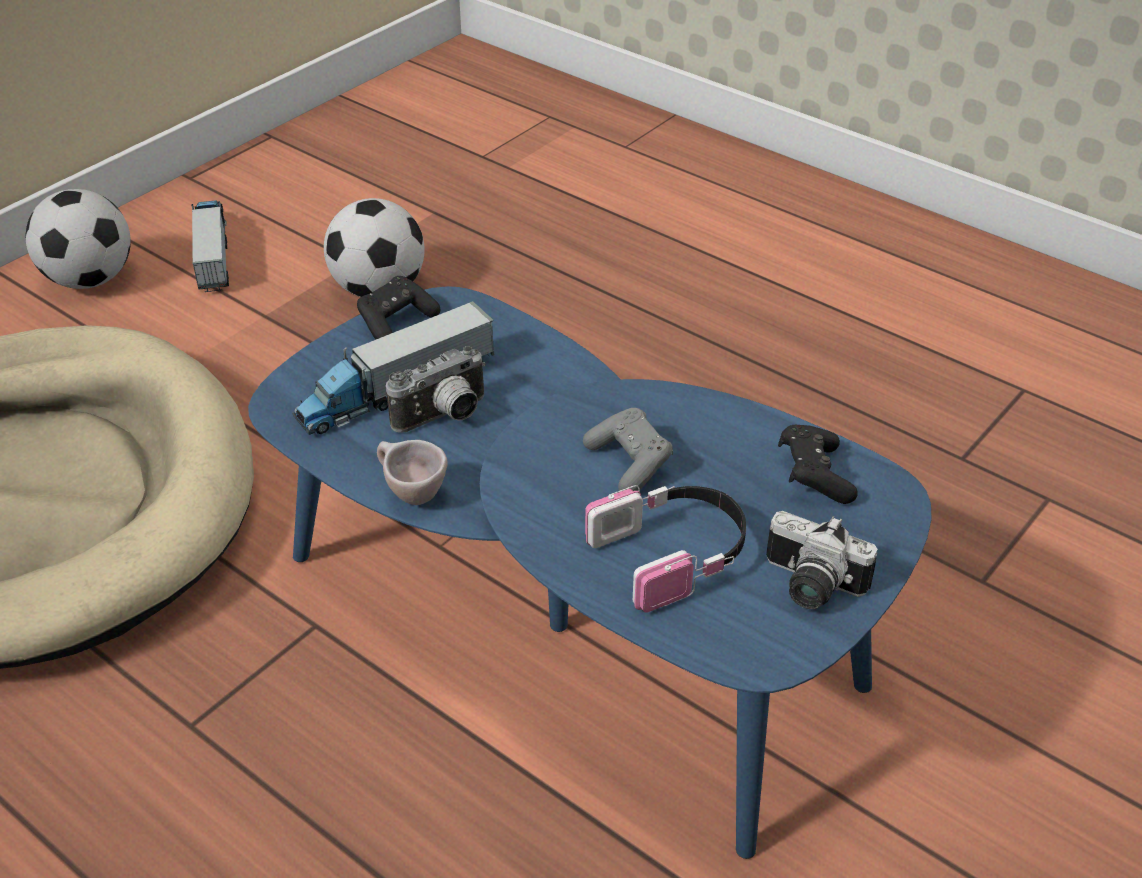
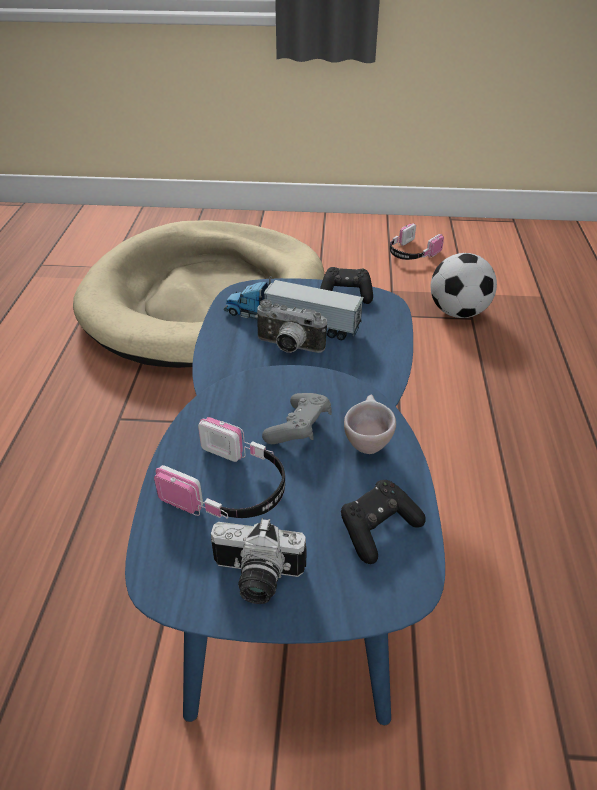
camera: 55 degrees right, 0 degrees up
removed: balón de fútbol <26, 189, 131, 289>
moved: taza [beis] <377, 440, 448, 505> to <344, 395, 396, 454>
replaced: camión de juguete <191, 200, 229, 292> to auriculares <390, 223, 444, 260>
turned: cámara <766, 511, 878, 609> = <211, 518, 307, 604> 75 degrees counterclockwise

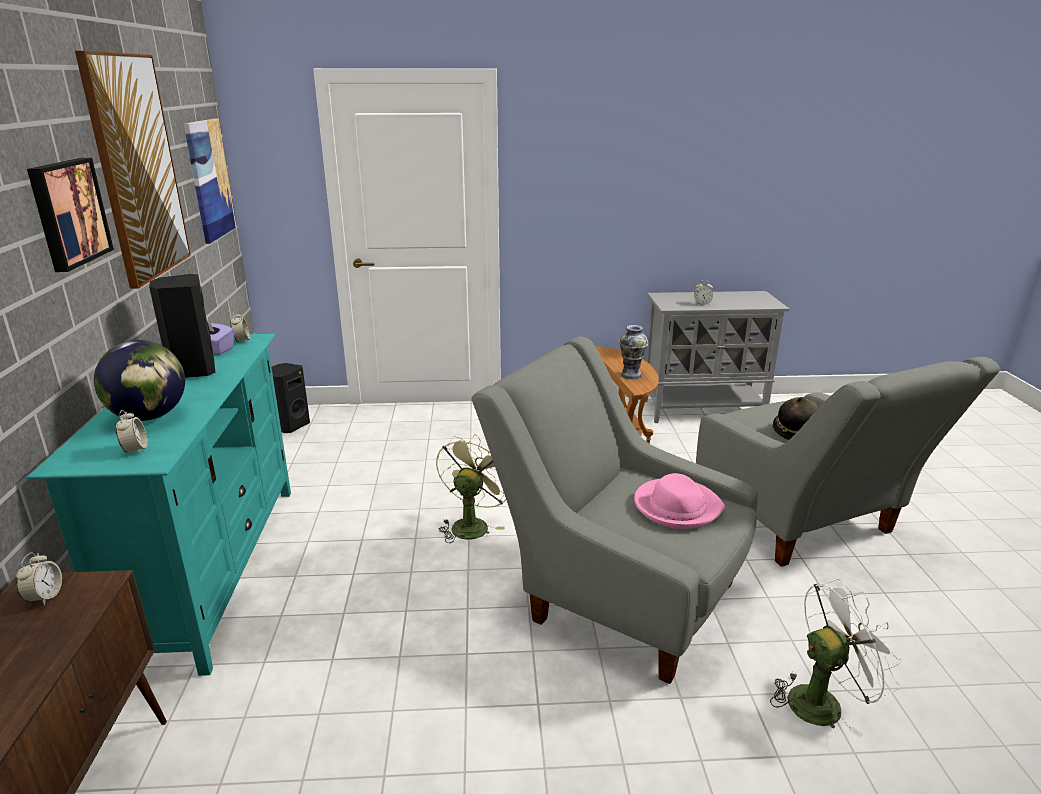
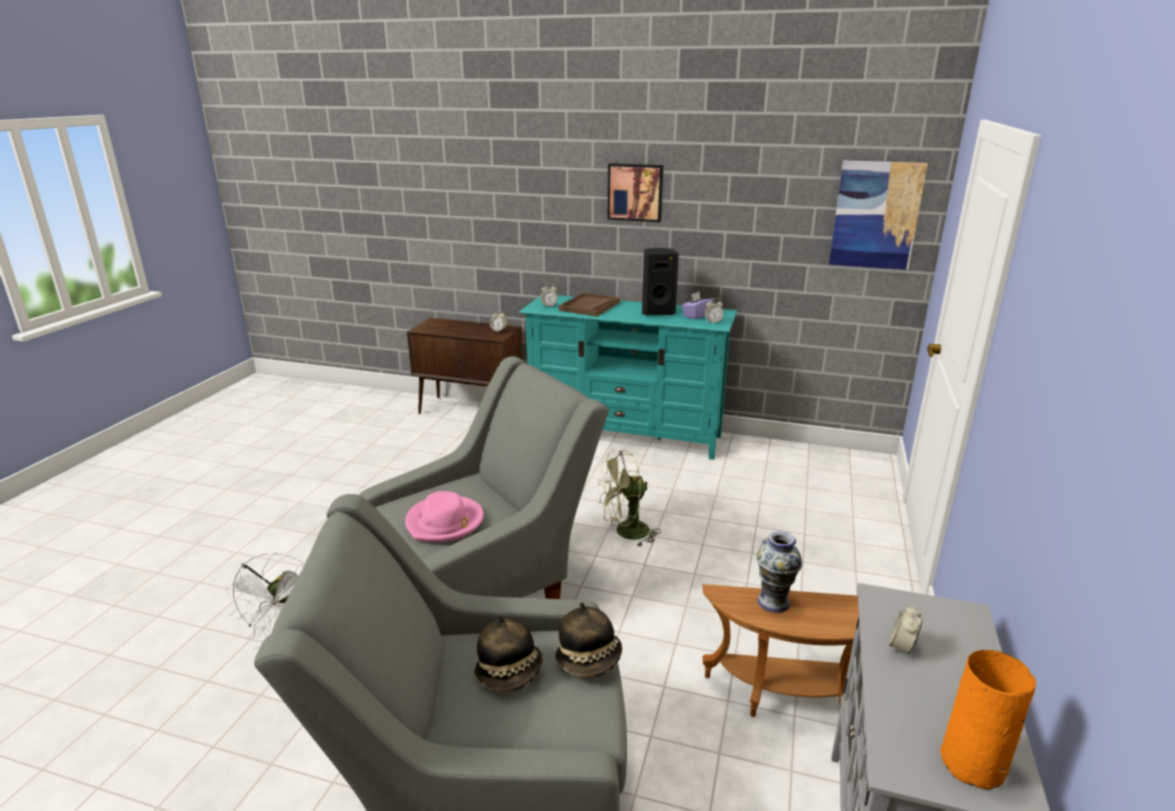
camera: 110 degrees right, 0 degrees up
removed: cuadro <75, 51, 191, 289>; altavoz [negro] <272, 363, 310, 433>
added: sombrero <555, 602, 622, 677>; florero [naranja] <940, 650, 1036, 790>
replaced: globo terráqueo <94, 340, 185, 421> to bandeja [marrón] <558, 293, 620, 317>
turned: ventilador [verde] <436, 434, 506, 543> = <598, 450, 661, 546> 120 degrees clockwise

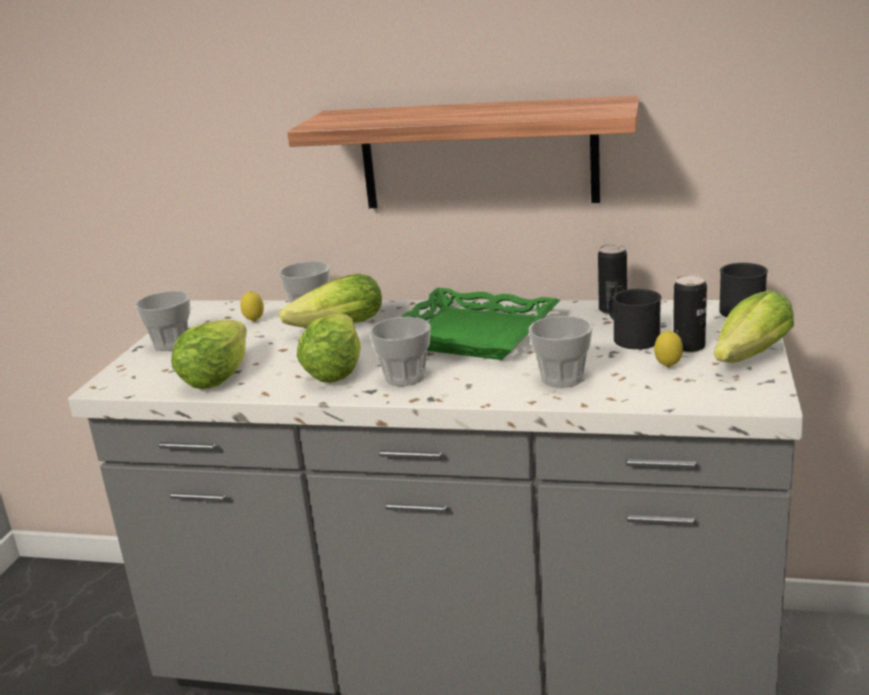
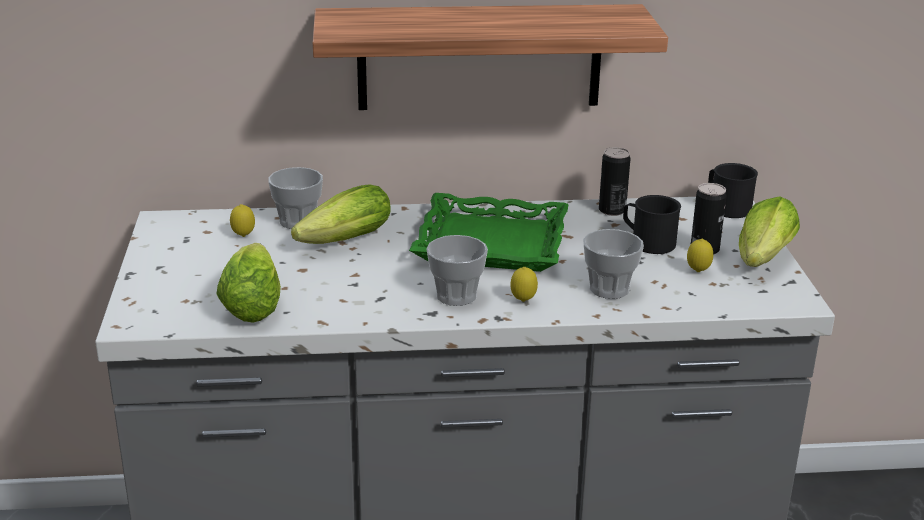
camera: 20 degrees left, 5 degrees up
removed: taza <135, 291, 191, 351>; lechuga <297, 313, 361, 383>
added: limón <510, 267, 538, 302>

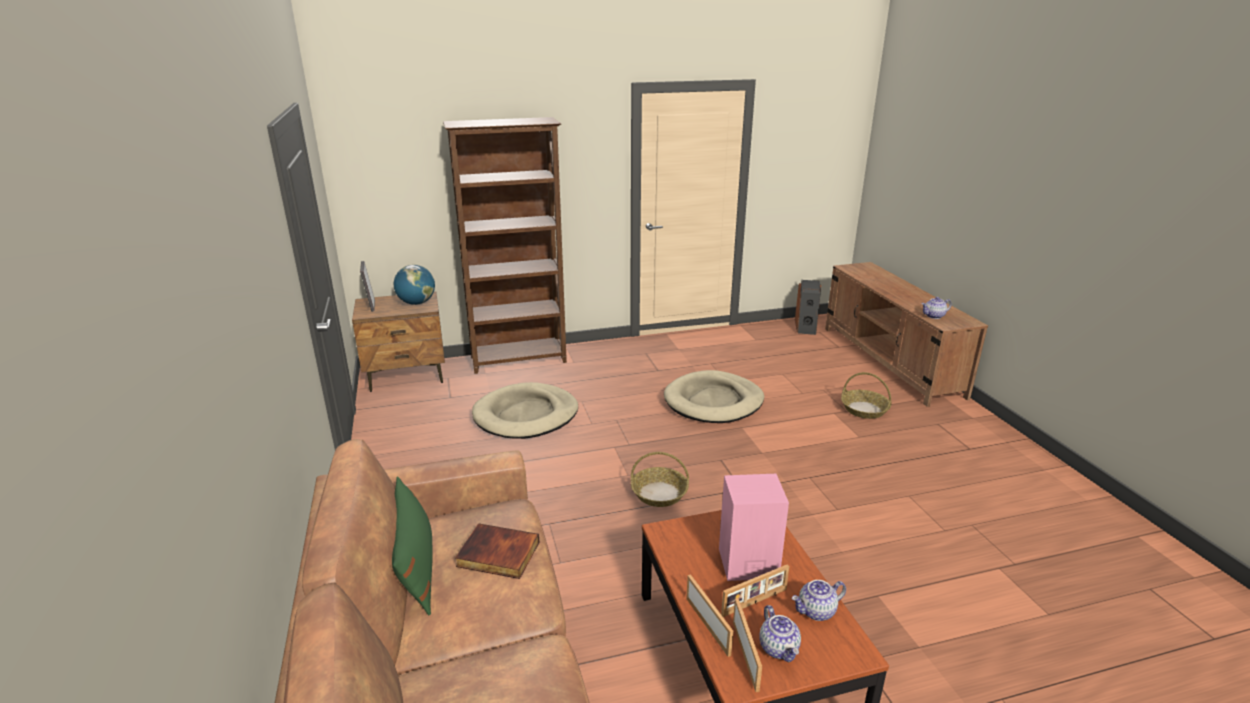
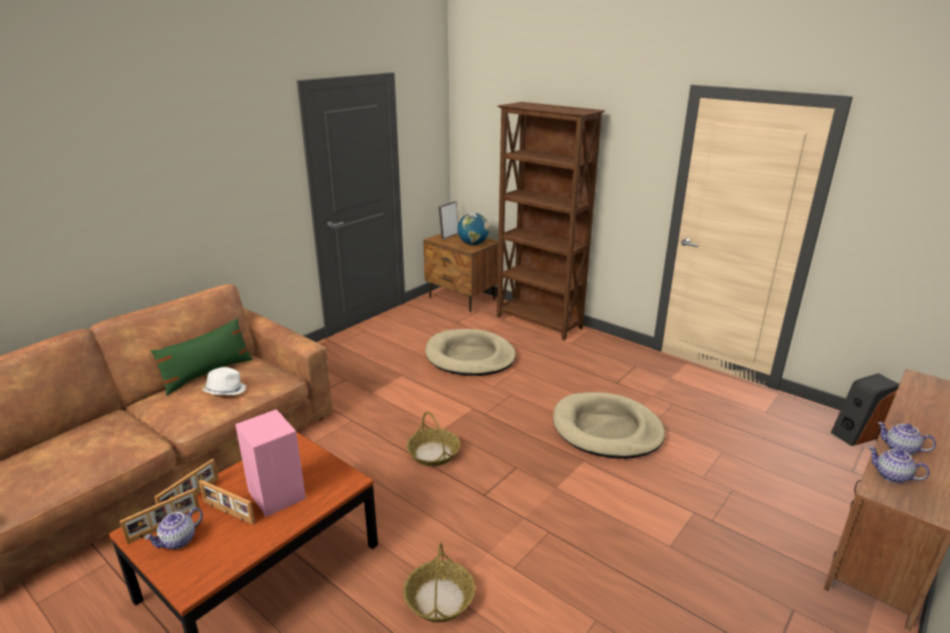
camera: 55 degrees right, 0 degrees up
moved: cesta <841, 372, 892, 419> to <403, 543, 475, 622>; tetera <792, 580, 846, 621> to <878, 422, 936, 455>
replaced: libro <455, 523, 539, 579> to sombrero [blanco] <202, 367, 246, 395>

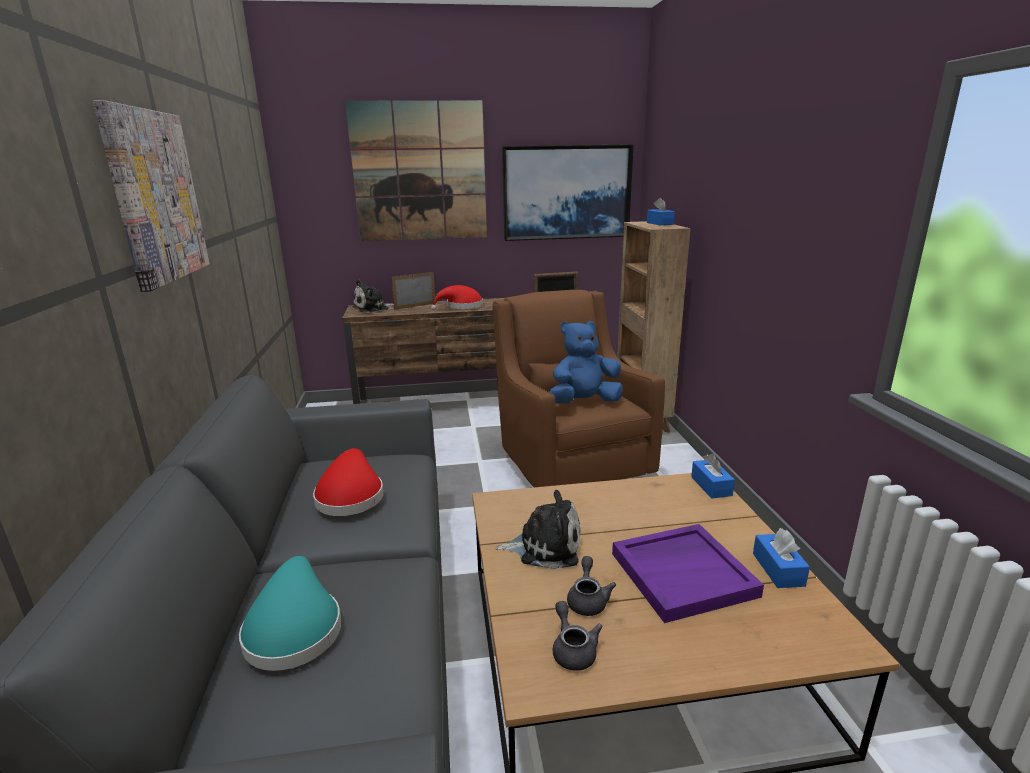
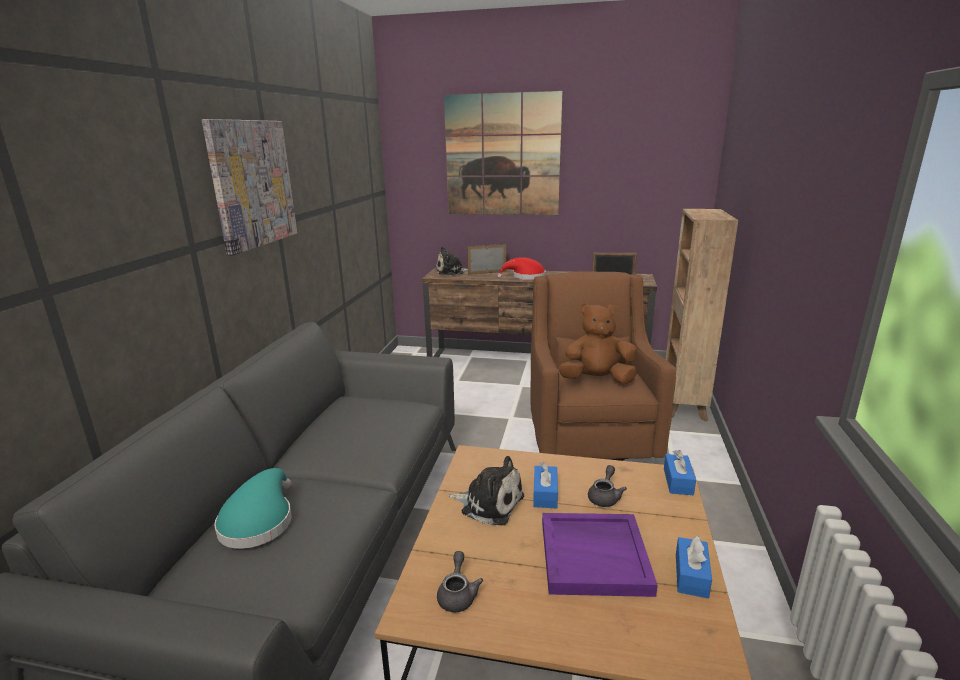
camera: 20 degrees right, 0 degrees up
removed: sombrero [rojo] <313, 448, 384, 516>; cuadro <502, 144, 634, 241>
moved: caja de pañuelos [azul] <647, 198, 675, 225> to <533, 462, 558, 509>; tetera [gris] <567, 556, 616, 616> to <588, 465, 627, 507>
recoloured: peluche [azul] <550, 321, 623, 404> to peluche [marrón] <558, 303, 637, 384>

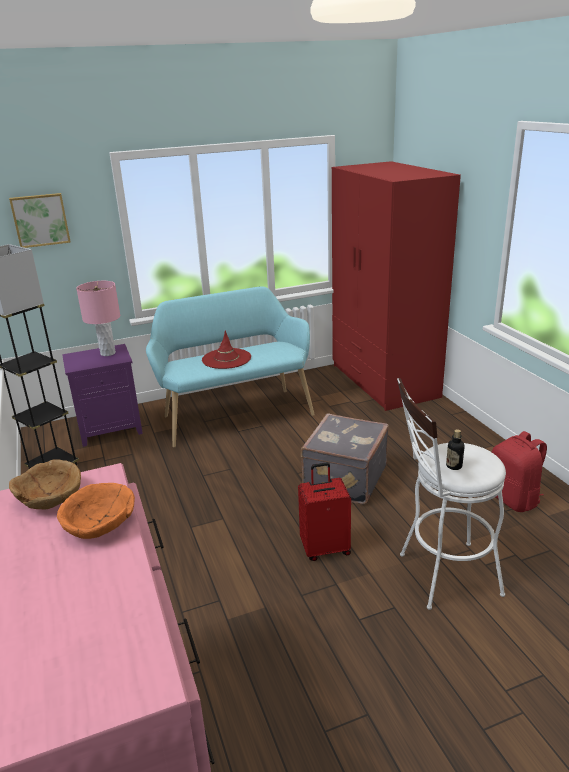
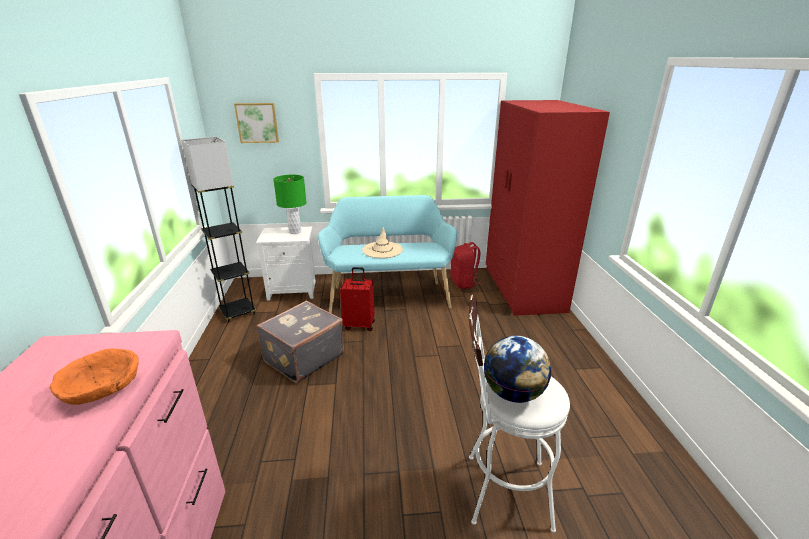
camera: 15 degrees right, 0 degrees up
removed: cuenco [marrón] <9, 459, 81, 510>
moved: maleta [gris] <301, 413, 389, 504> to <256, 300, 344, 383>; maleta [rojo] <298, 462, 351, 561> to <340, 267, 375, 331>; mochila [rojo] <492, 431, 547, 512> to <451, 242, 482, 289>
replaced: botella <446, 429, 465, 470> to globo terráqueo <484, 336, 551, 403>
recoloured: mesita de noche [morado] <62, 344, 143, 447> to mesita de noche [blanco] <256, 227, 316, 301>; lámpara de mesa [rosa] <76, 281, 120, 356> to lámpara de mesa [verde] <273, 175, 307, 234>; sombrero [rojo] <202, 331, 251, 369> to sombrero [beis] <362, 227, 403, 258>

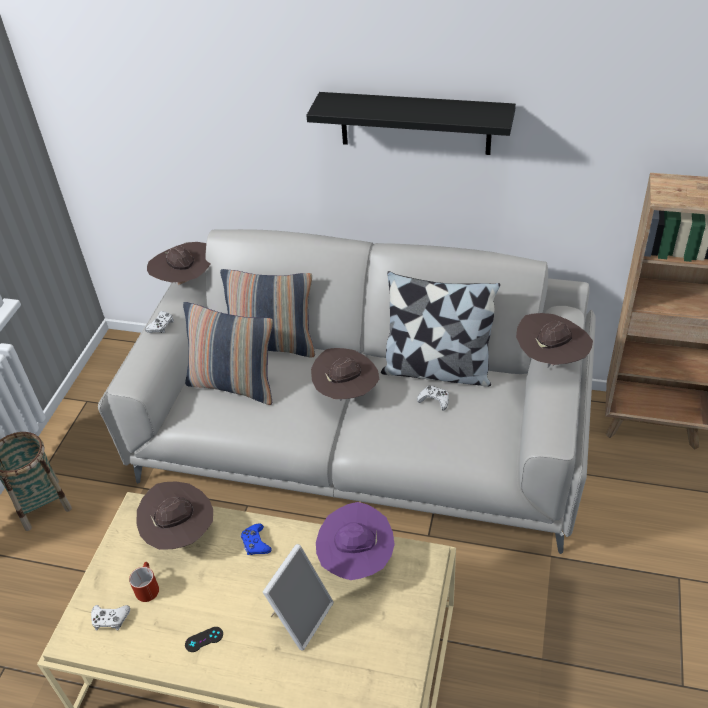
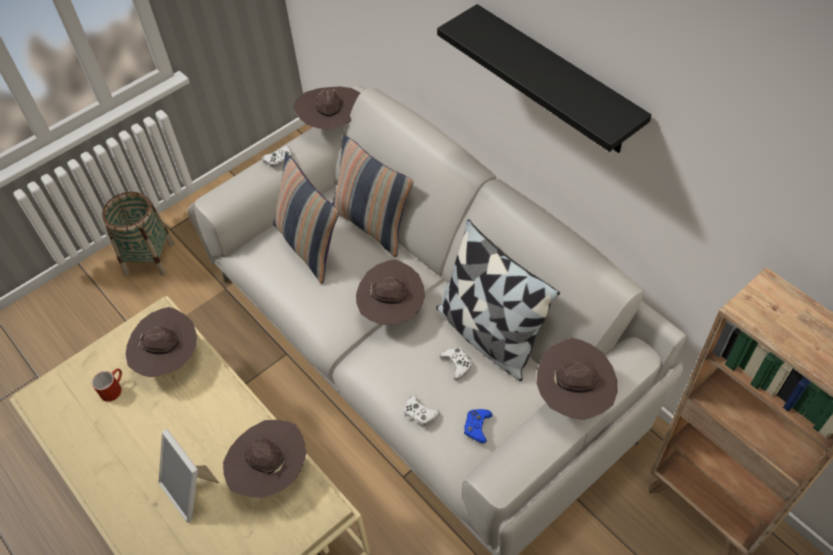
camera: 35 degrees right, 10 degrees up
removed: mando de consola [negro] <185, 627, 223, 652>
moved: mando de consola [blanco] <91, 605, 130, 631> to <404, 395, 440, 427>; mando de consola [azul] <241, 523, 272, 555> to <464, 409, 493, 443>
recoloured: sombrero [morado] <316, 502, 395, 580> to sombrero [marrón] <223, 420, 307, 498>
turned: portarretratos <262, 544, 334, 651> = <159, 429, 219, 523> 75 degrees clockwise

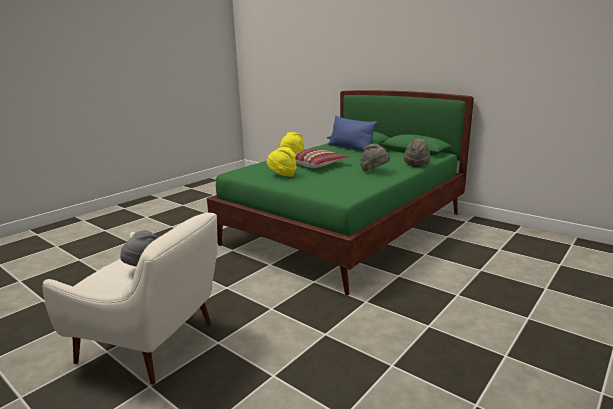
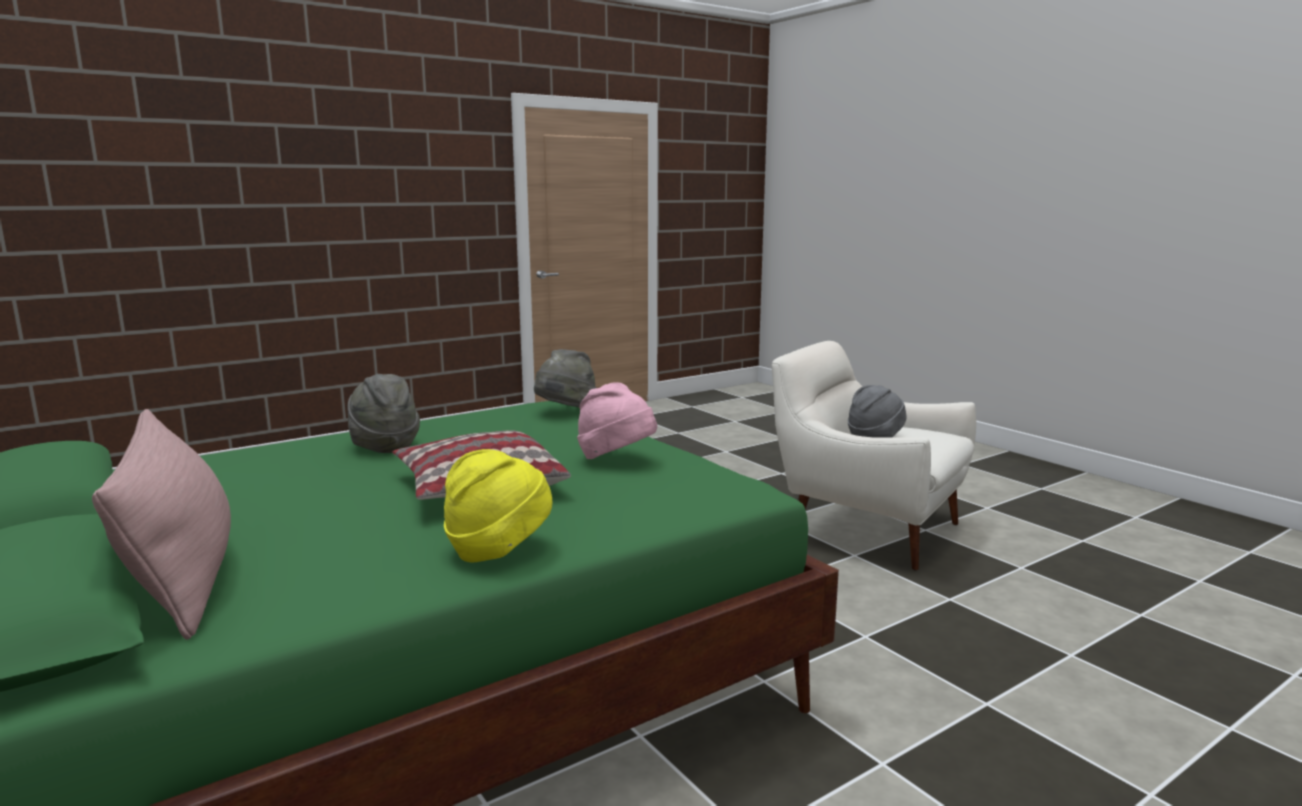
camera: 165 degrees left, 5 degrees down
moved: sombrero [gris] <404, 138, 430, 167> to <534, 349, 596, 407>
recoloured: cojín [azul] <328, 116, 378, 151> to cojín [rosa] <92, 409, 231, 640>; sombrero [amarillo] <267, 147, 297, 177> to sombrero [rosa] <577, 382, 657, 459>

